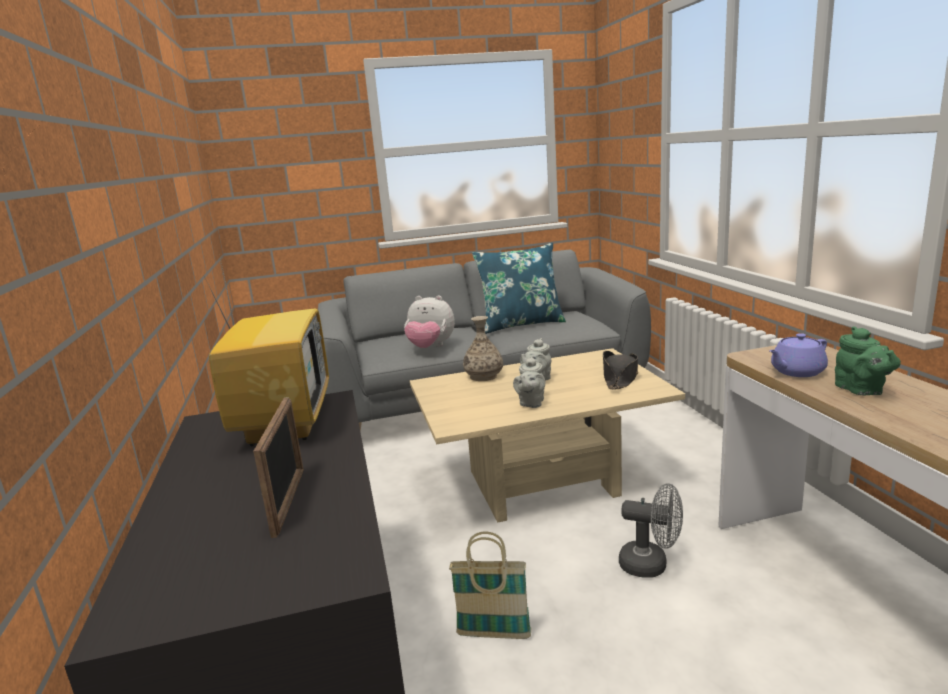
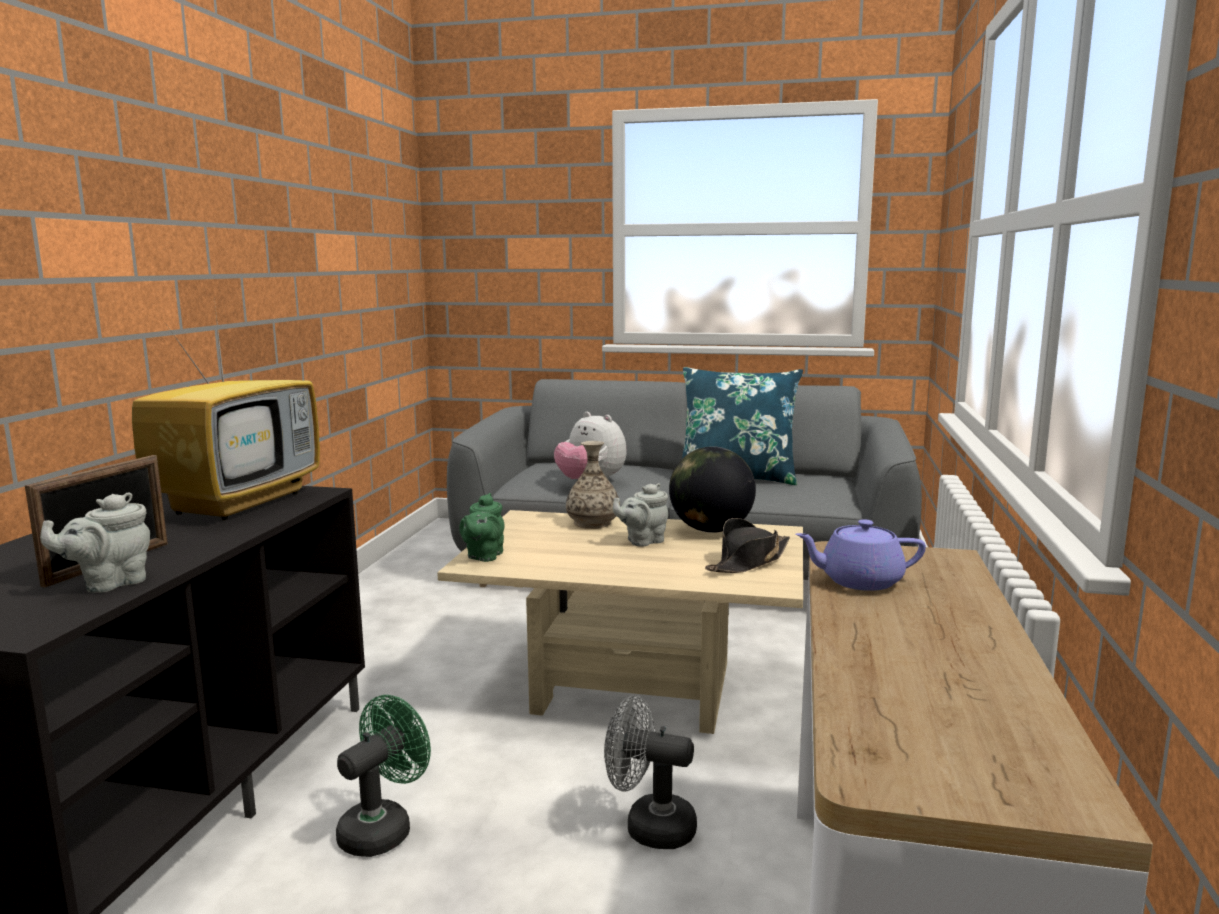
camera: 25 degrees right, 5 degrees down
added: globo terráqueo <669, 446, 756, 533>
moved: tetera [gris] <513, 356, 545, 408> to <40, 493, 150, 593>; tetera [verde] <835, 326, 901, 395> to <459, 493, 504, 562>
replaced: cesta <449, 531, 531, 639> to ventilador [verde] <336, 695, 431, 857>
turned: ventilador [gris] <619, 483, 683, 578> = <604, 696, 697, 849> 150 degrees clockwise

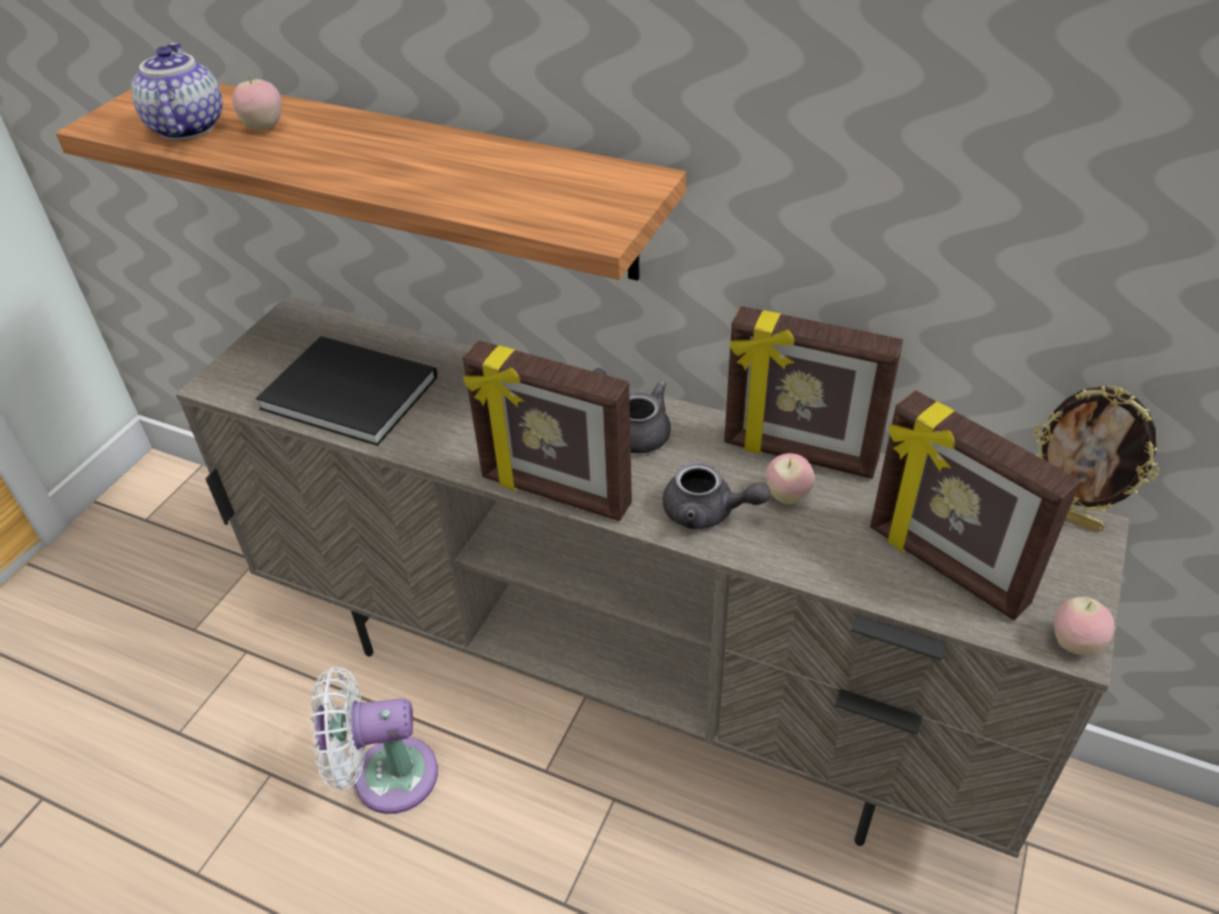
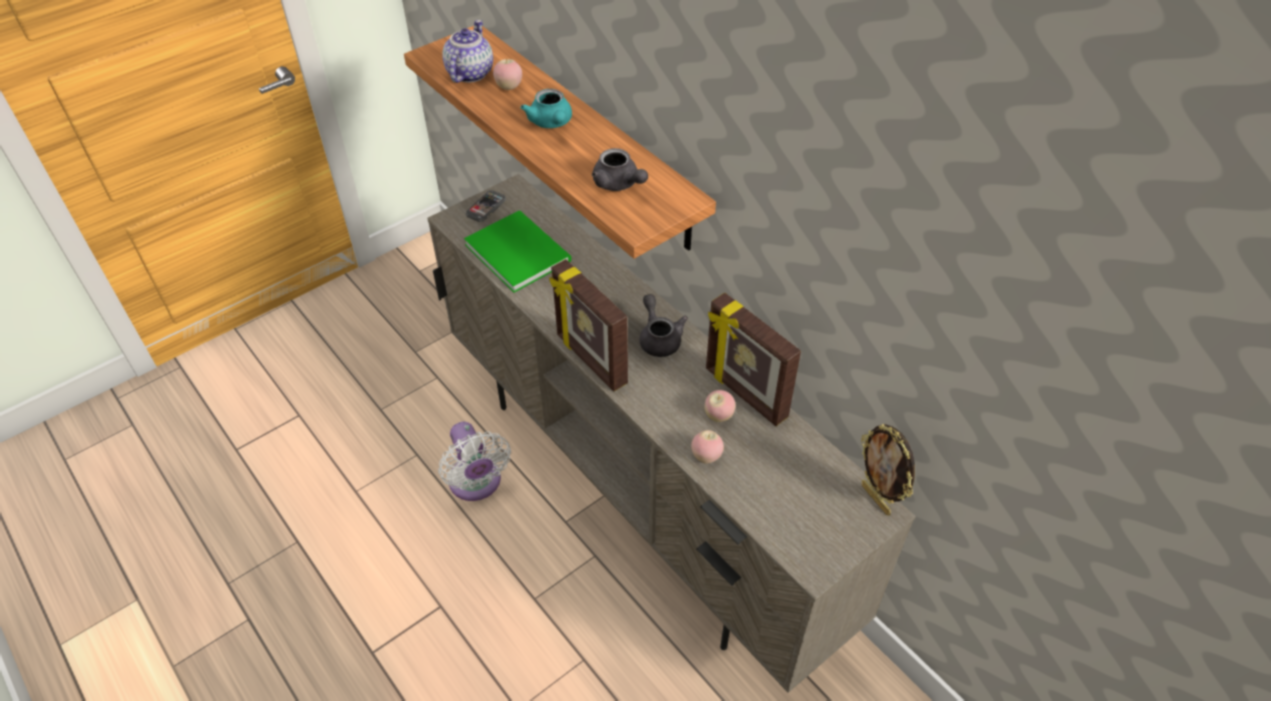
camera: 25 degrees right, 5 degrees up
removed: portarretratos <870, 390, 1081, 620>
added: móvil <466, 190, 506, 222>; tetera [turquesa] <521, 89, 572, 128>
moved: tetera [gris] <663, 462, 770, 529> to <592, 148, 648, 191>; manzana <1054, 597, 1115, 656> to <691, 430, 724, 464>
recoloured: libro [negro] <256, 336, 437, 446> to libro [verde] <464, 210, 571, 292>
turned: ventilador [blanco] <311, 667, 438, 814> = <438, 422, 511, 501> 135 degrees counterclockwise

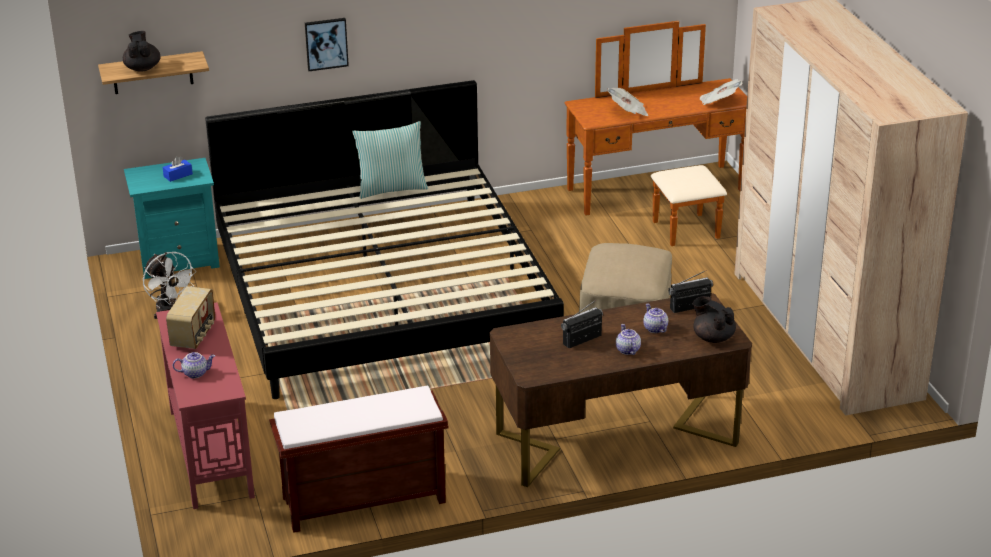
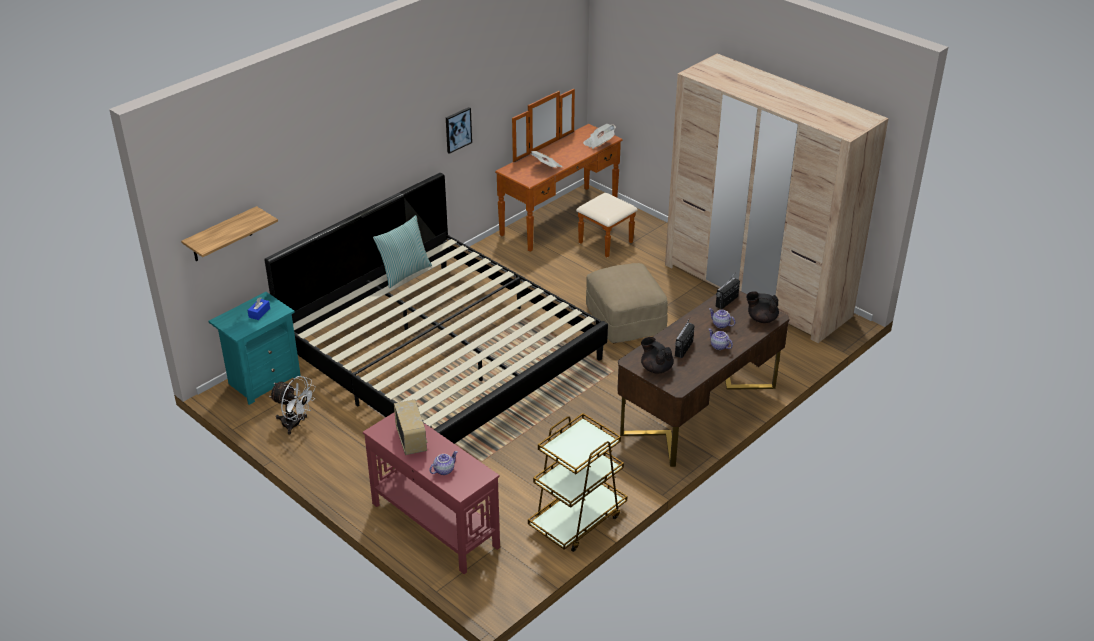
camera: 30 degrees left, 5 degrees up
moved: cuadro <305, 18, 349, 71> to <446, 107, 472, 154>; tetera [negro] <123, 31, 160, 72> to <641, 337, 674, 374>
replaced: banco [marrón] <269, 386, 449, 533> to carrito [marrón] <528, 413, 627, 552>

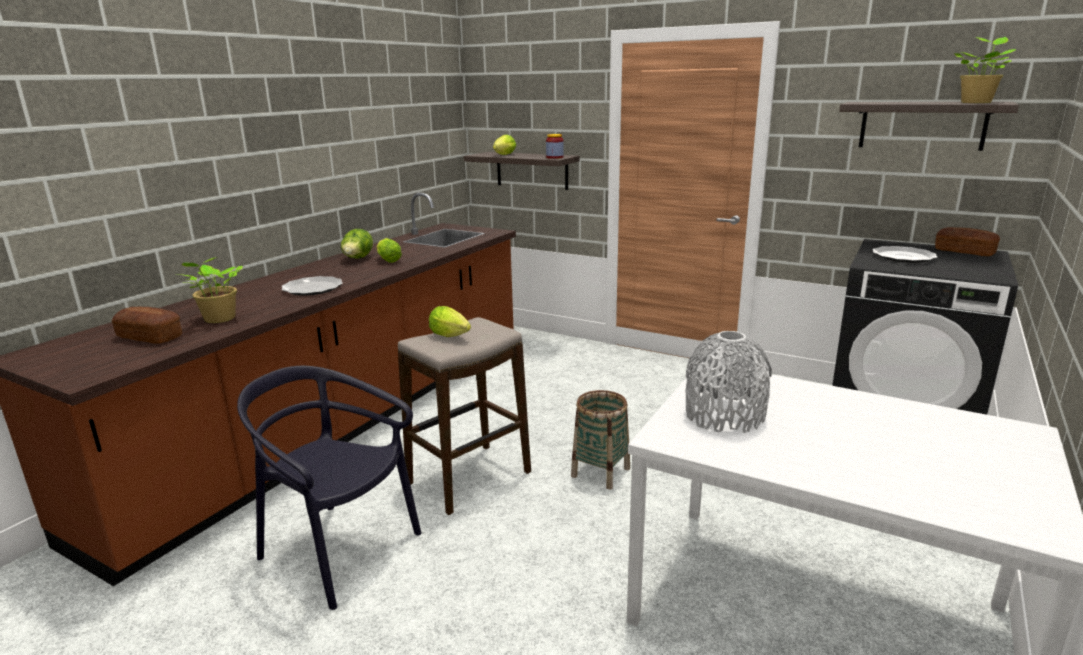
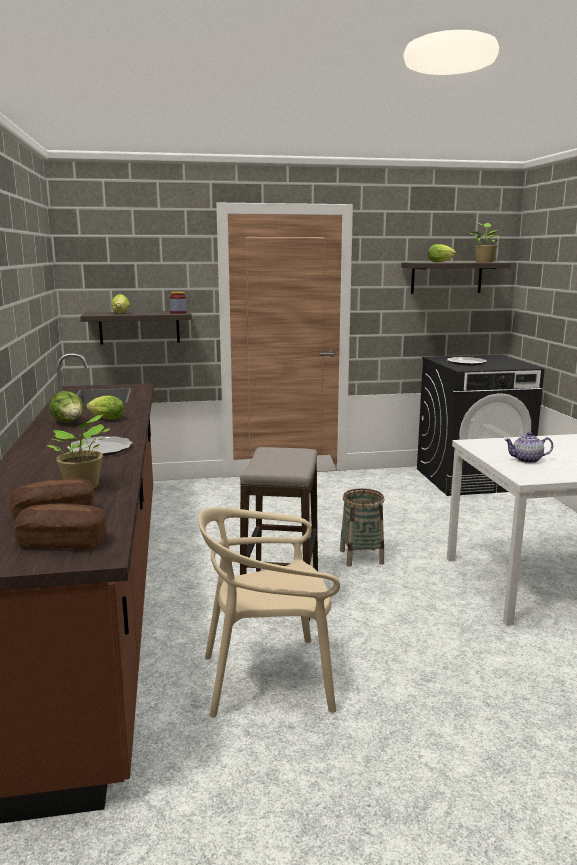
camera: 40 degrees left, 5 degrees down
moved: pan <935, 227, 1000, 256> to <14, 503, 107, 549>; lechuga <429, 306, 471, 337> to <428, 244, 456, 262>
replaced: florero [gris] <686, 331, 772, 433> to tetera <504, 432, 553, 463>
recoloured: silla [negro] <237, 366, 422, 610> to silla [beis] <198, 507, 340, 718>

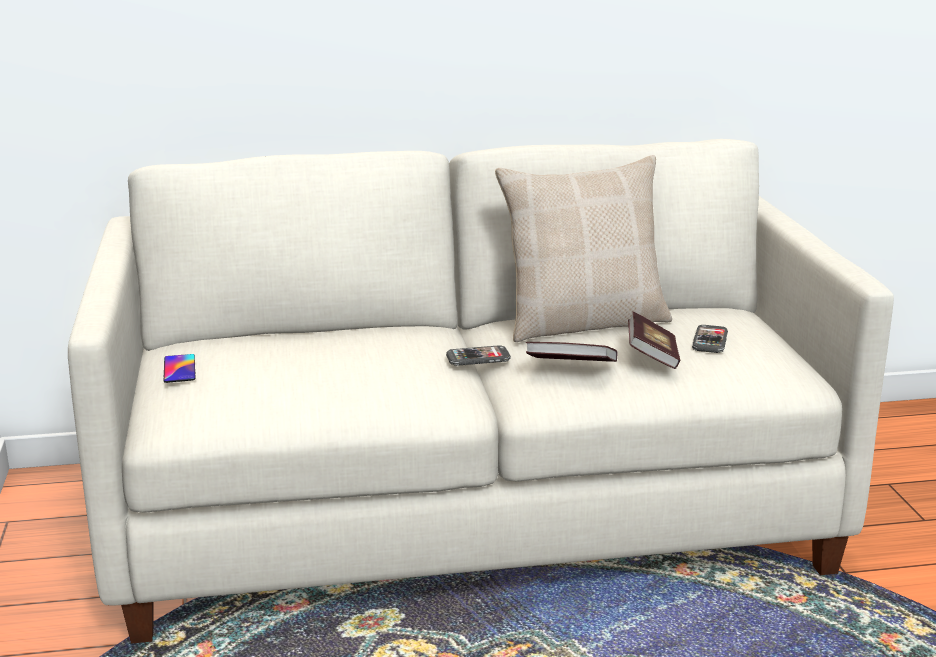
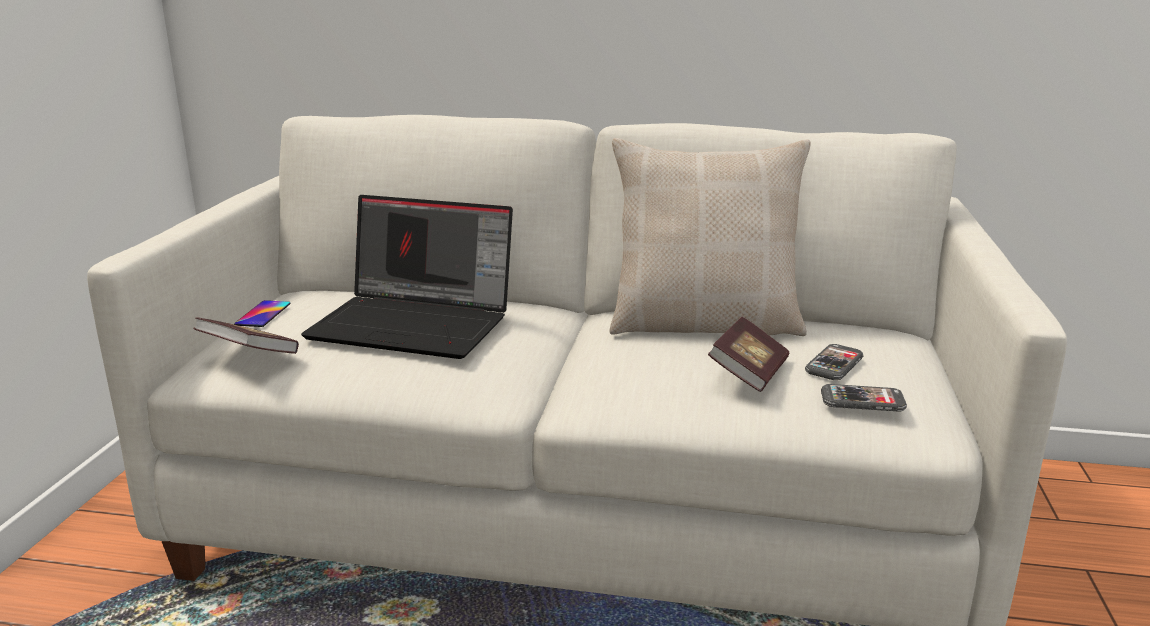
camera: 20 degrees right, 0 degrees up
added: portátil <301, 195, 513, 359>
moved: libro <526, 342, 618, 362> to <194, 317, 299, 354>; móvil <446, 345, 511, 366> to <821, 384, 907, 412>

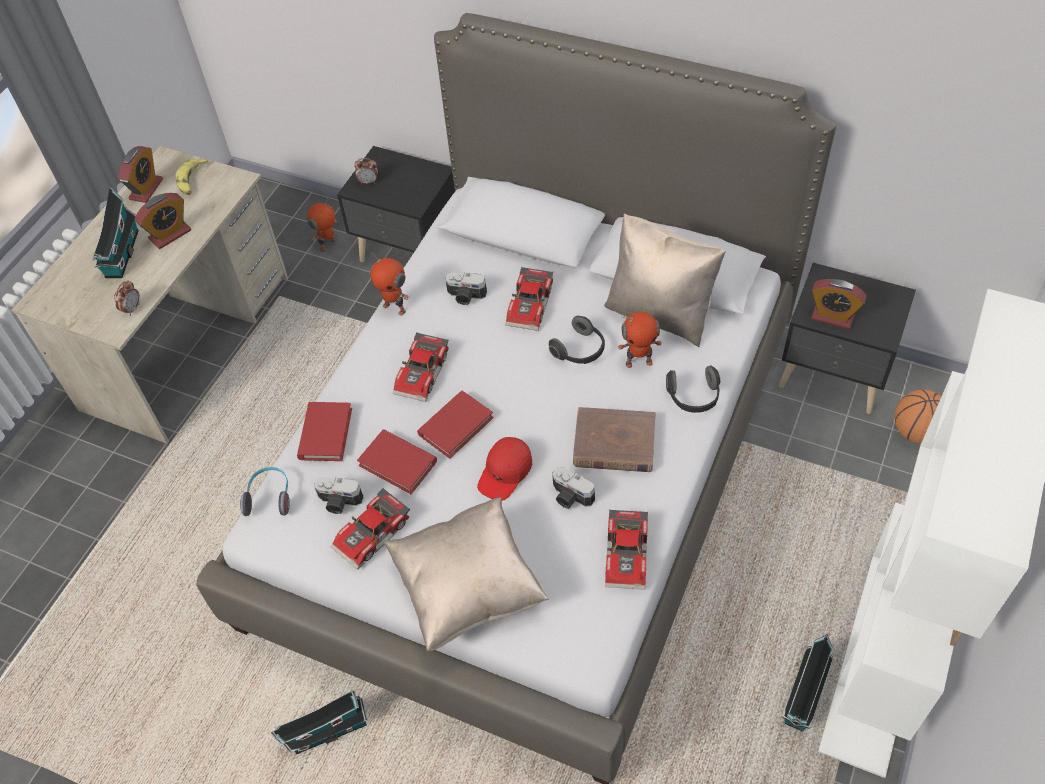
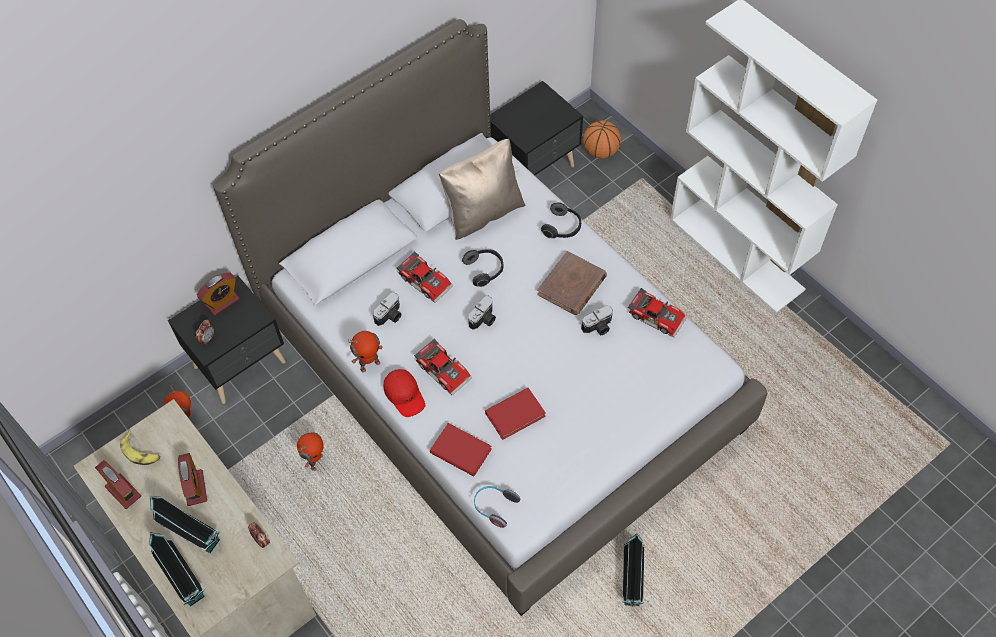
camera: 65 degrees left, 5 degrees up
removed: coche de juguete <331, 488, 410, 570>; cojín [beis] <383, 497, 548, 651>; libro [rojo] <417, 391, 494, 459>
moved: casita <782, 634, 833, 732> to <149, 532, 205, 607>; despertador <811, 279, 867, 329> to <197, 273, 240, 316>; robot de juguete <618, 312, 662, 368> to <297, 432, 324, 471>; gorra [rojo] <477, 437, 532, 501> to <383, 369, 425, 417>; cámara <314, 477, 363, 514> to <468, 296, 496, 330>

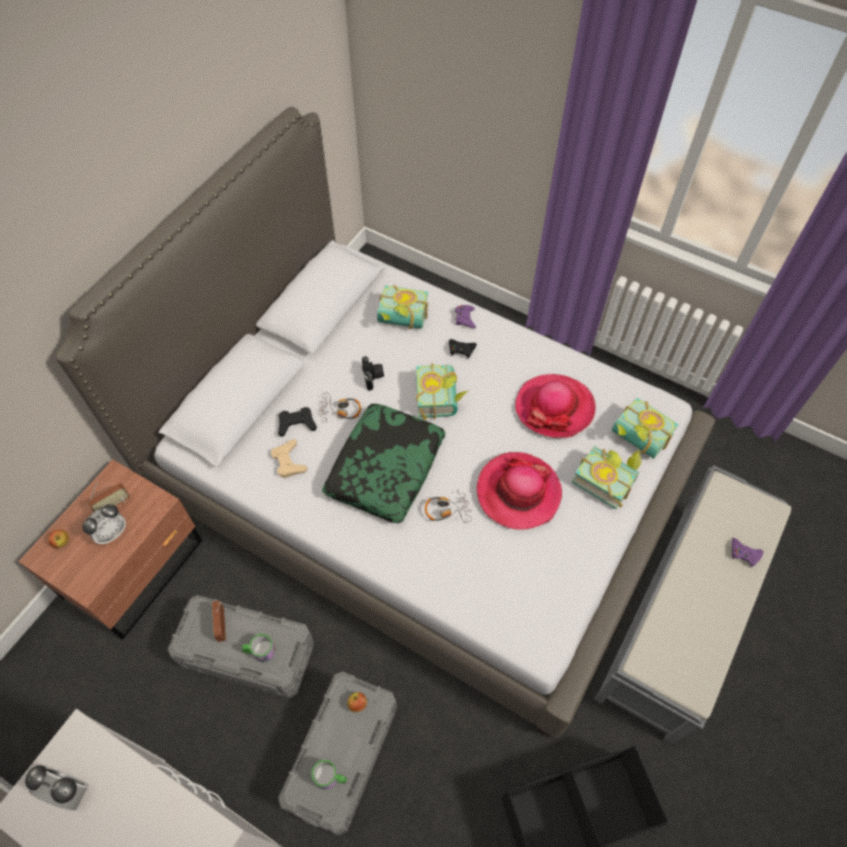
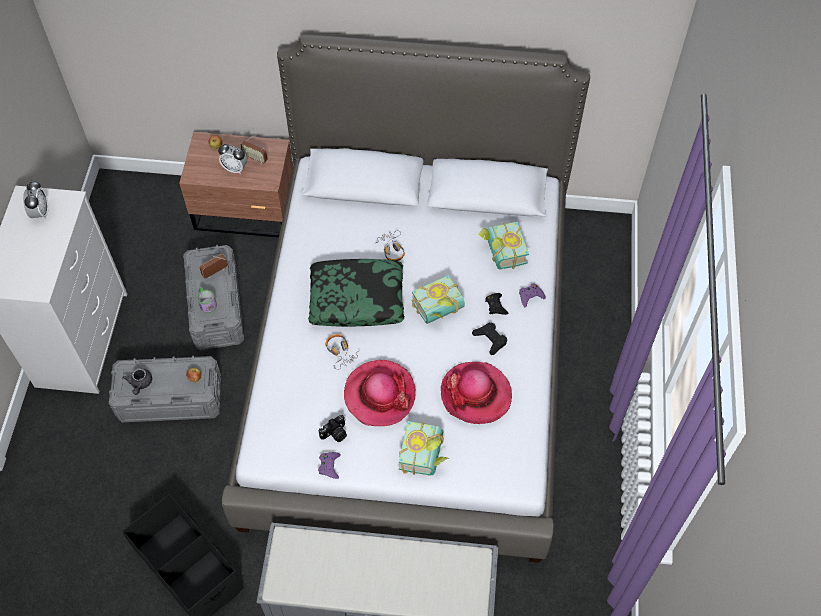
camera: 65 degrees right, 0 degrees up
removed: mando de consola [beis] <271, 439, 308, 478>; libro <612, 397, 679, 459>
moved: mando de consola [morado] <732, 538, 763, 567> to <318, 452, 341, 479>; cámara <362, 356, 384, 391> to <319, 415, 347, 442>; mando de consola [negro] <278, 407, 317, 437> to <472, 322, 507, 355>
replaced: taza grande <311, 760, 347, 790> to tetera [gris] <122, 368, 152, 395>

